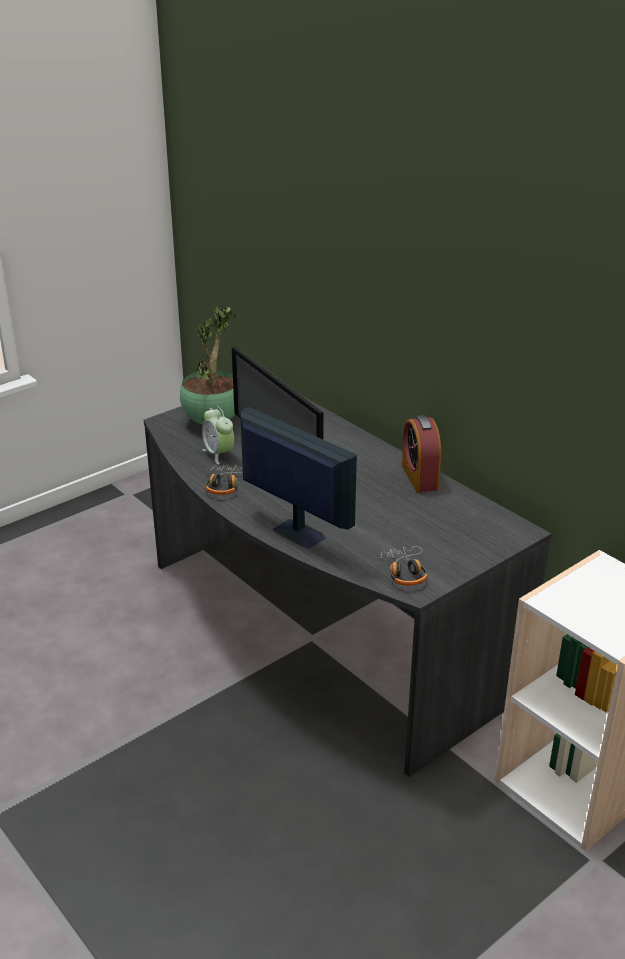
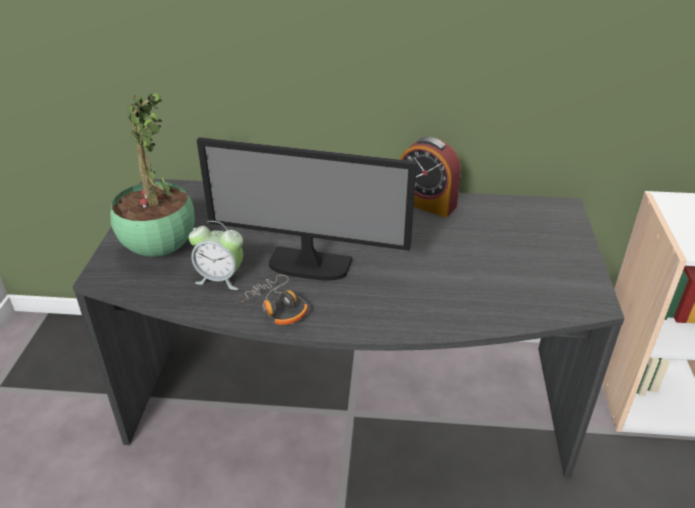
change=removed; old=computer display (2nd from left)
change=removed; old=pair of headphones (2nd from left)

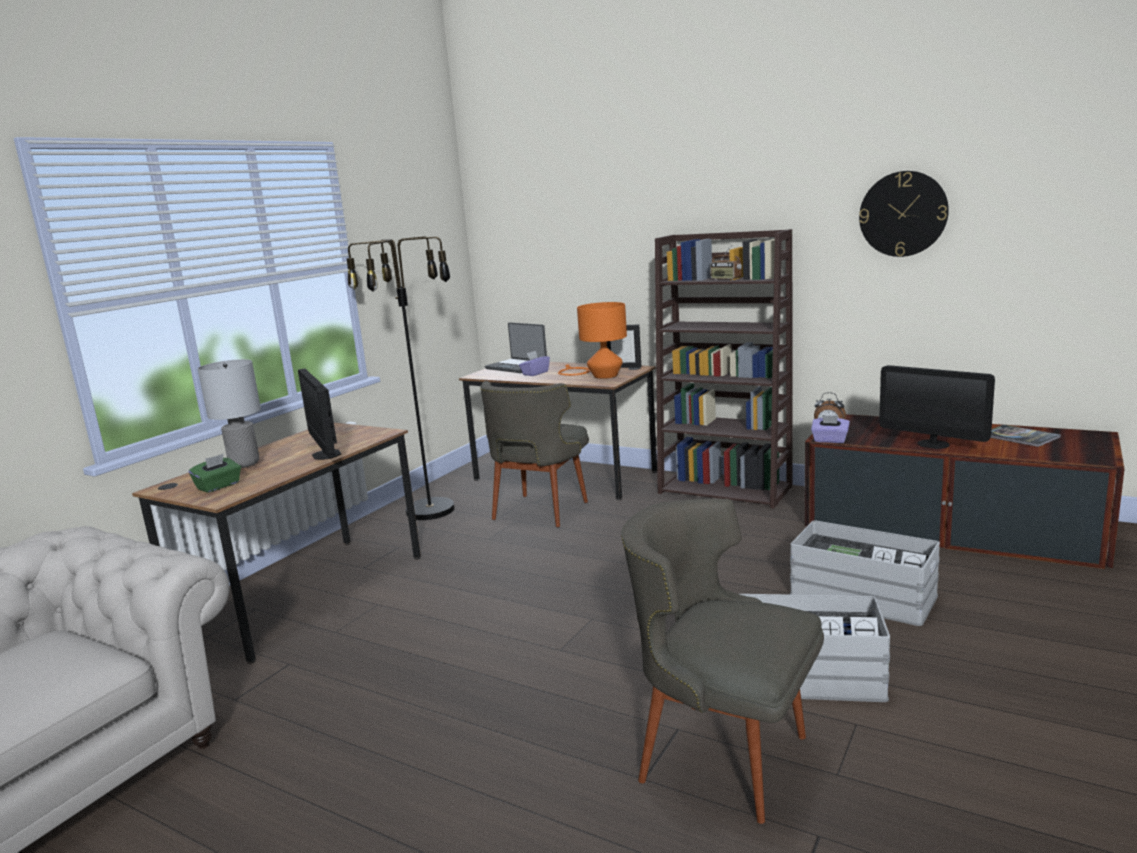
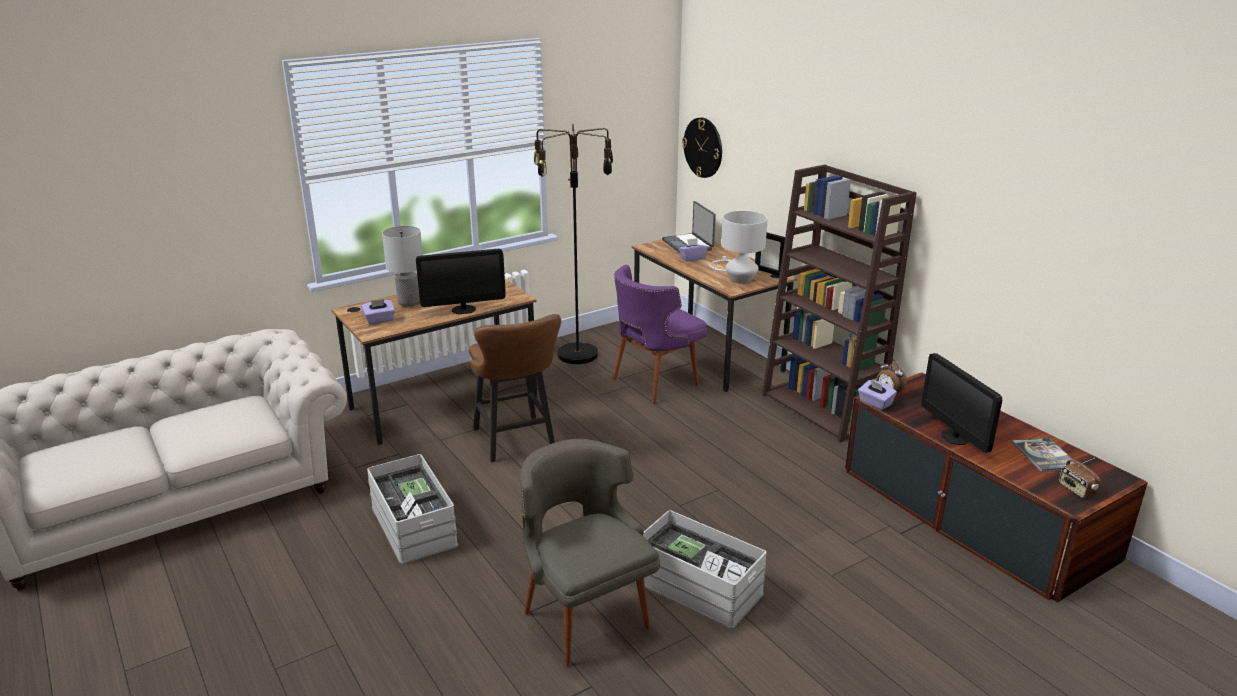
change=recoloured; old=green box of tissues; new=purple-coloured box of tissues (1st from left)
change=moved; old=grey storage bin (2nd from left in the first image); new=grey storage bin (1st from left)
change=turned; old=computer display (1st from left); degrees=-105
change=added; new=brown-coloured sitting stool
change=recoloured; old=grey upright chair (1st from left); new=purple-coloured upright chair
change=moved; old=clock on the wall
change=recoloured; old=orange-coloured tabletop lamp; new=grey tabletop lamp (2nd from left)
change=moved; old=radio receiver

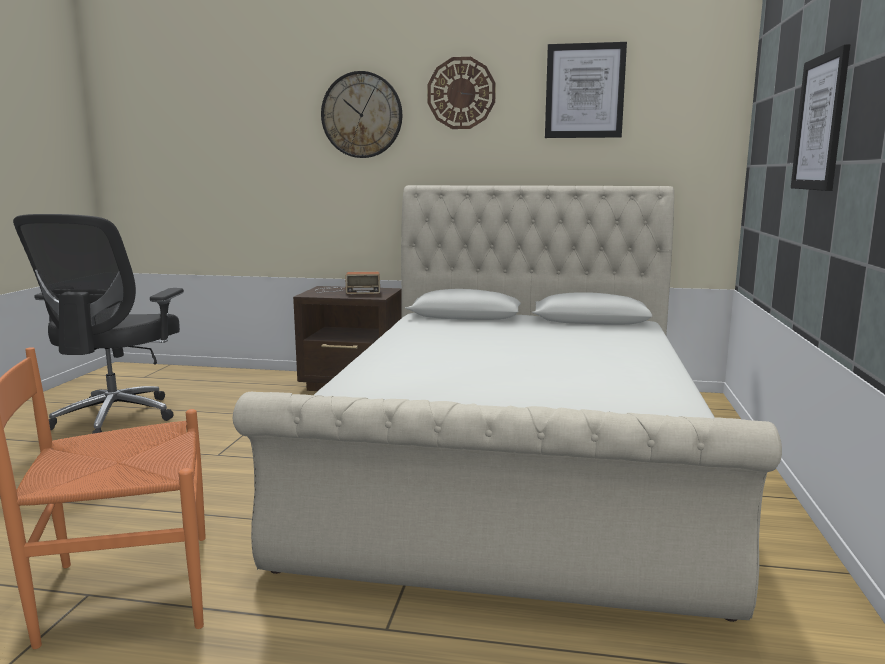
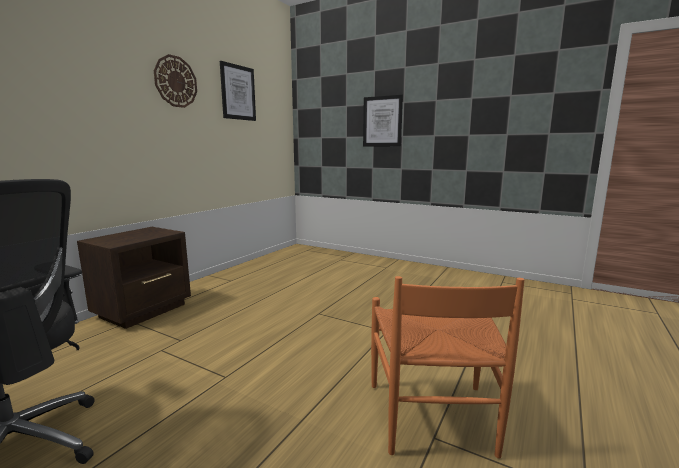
change=removed; old=beige-coloured bedroom bed
change=removed; old=radio receiver
change=removed; old=clock on the wall (1st from left)

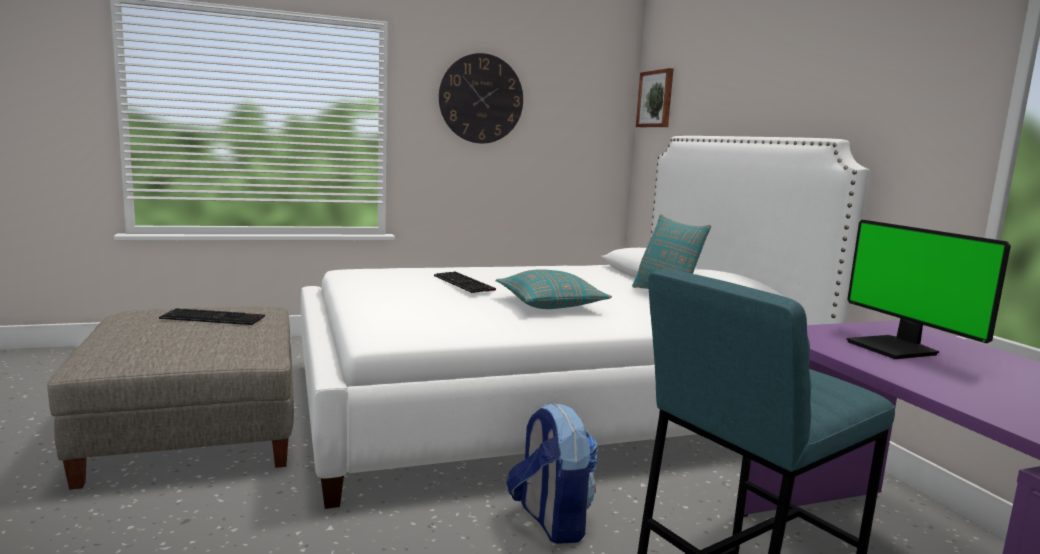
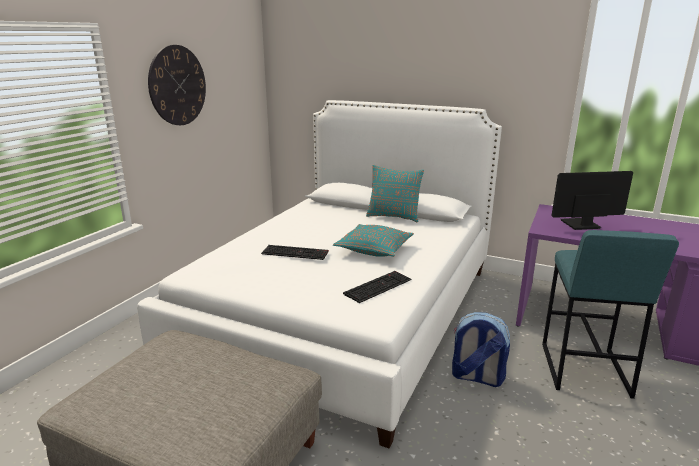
change=moved; old=computer keyboard (1st from left in the first image); new=computer keyboard (2nd from left)
change=turned; old=computer display; degrees=150
change=removed; old=picture

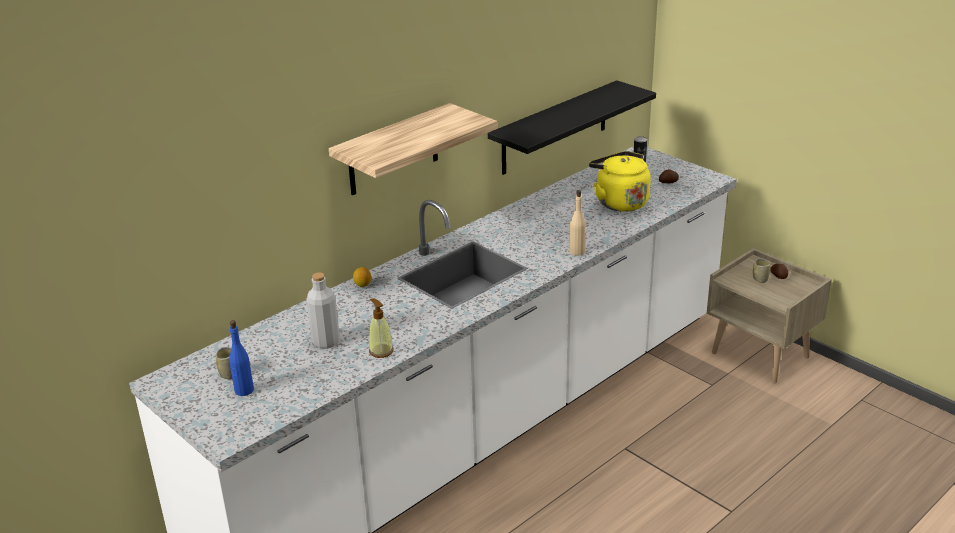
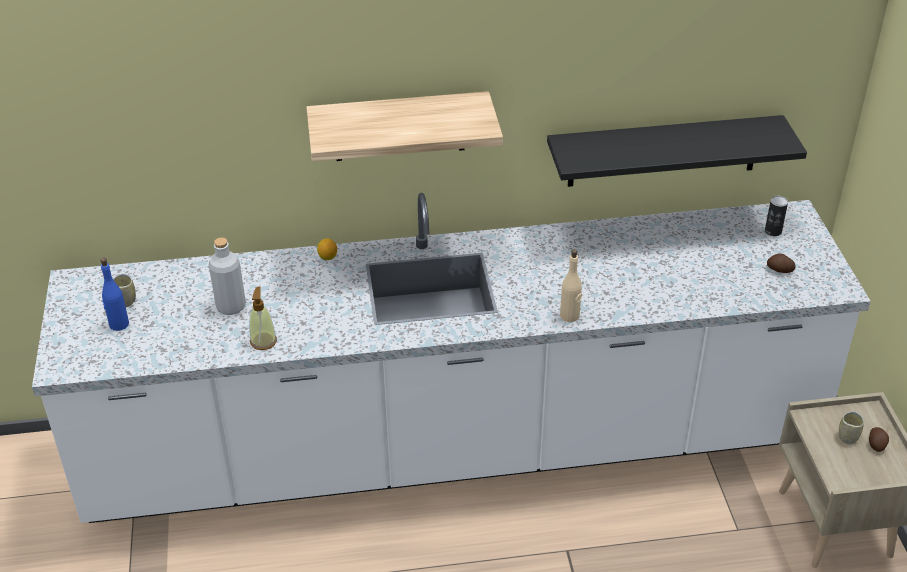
change=removed; old=yellow kettle

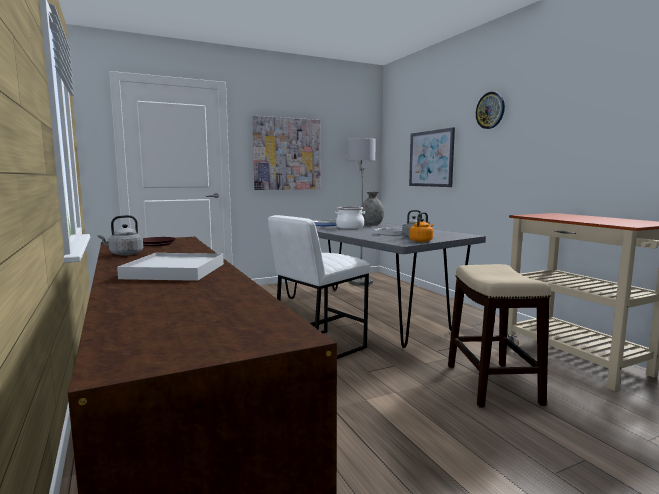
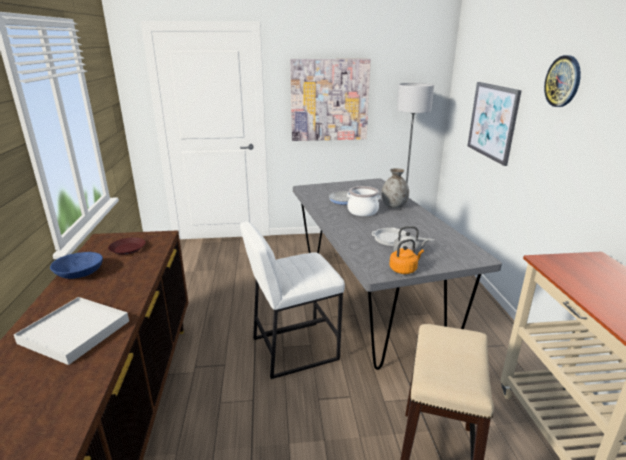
change=replaced; old=grey kettle (1st from left); new=blue serving bowl

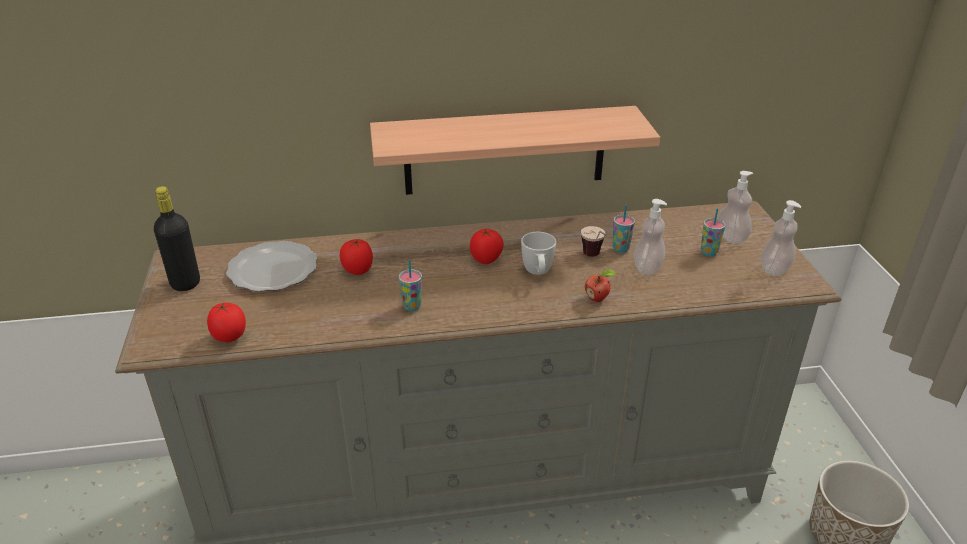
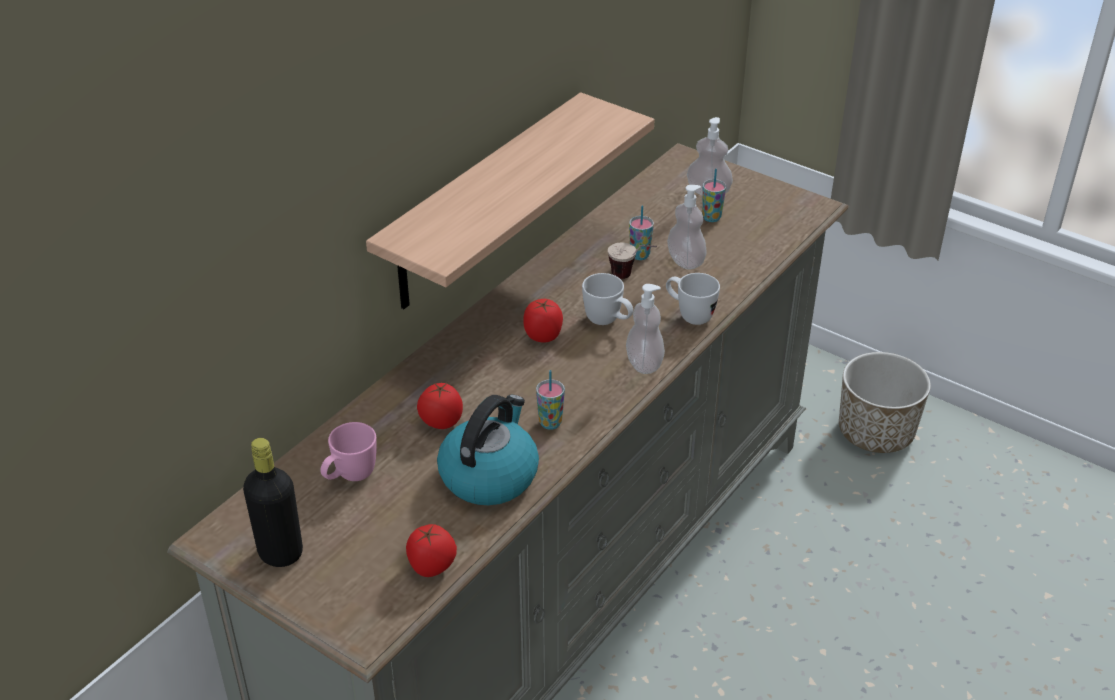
change=replaced; old=dinner plate; new=pink tea mug
change=added; new=kettle
change=moved; old=soap dispenser (3rd from left in the first image); new=soap dispenser (1st from left)
change=replaced; old=apple fruit; new=white-coloured tea mug (2nd from left)

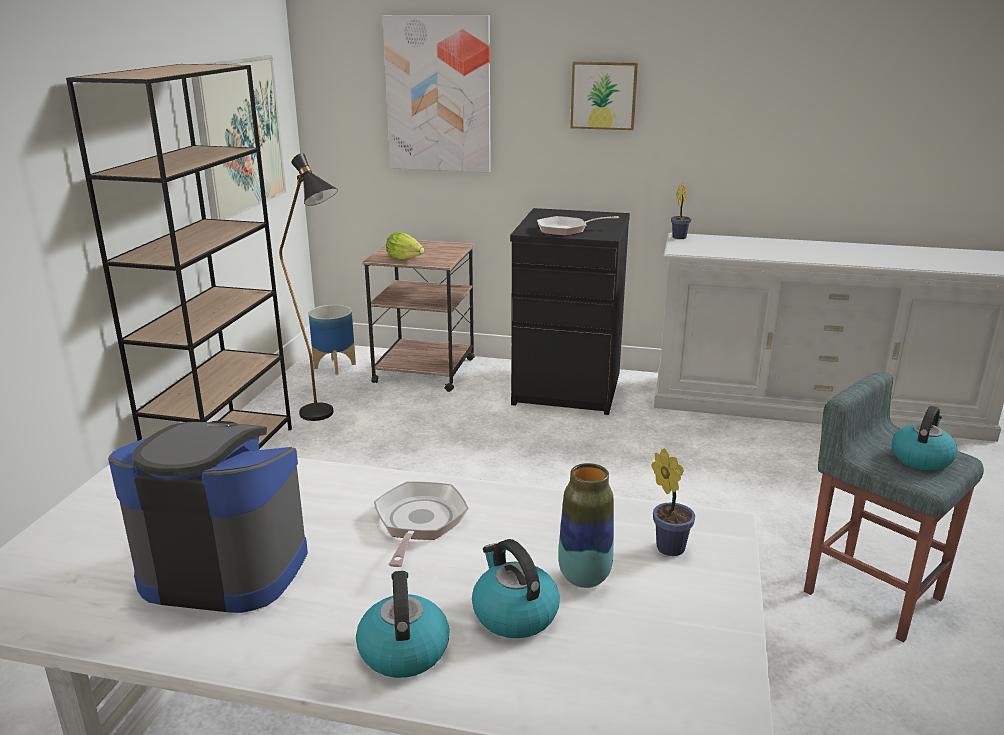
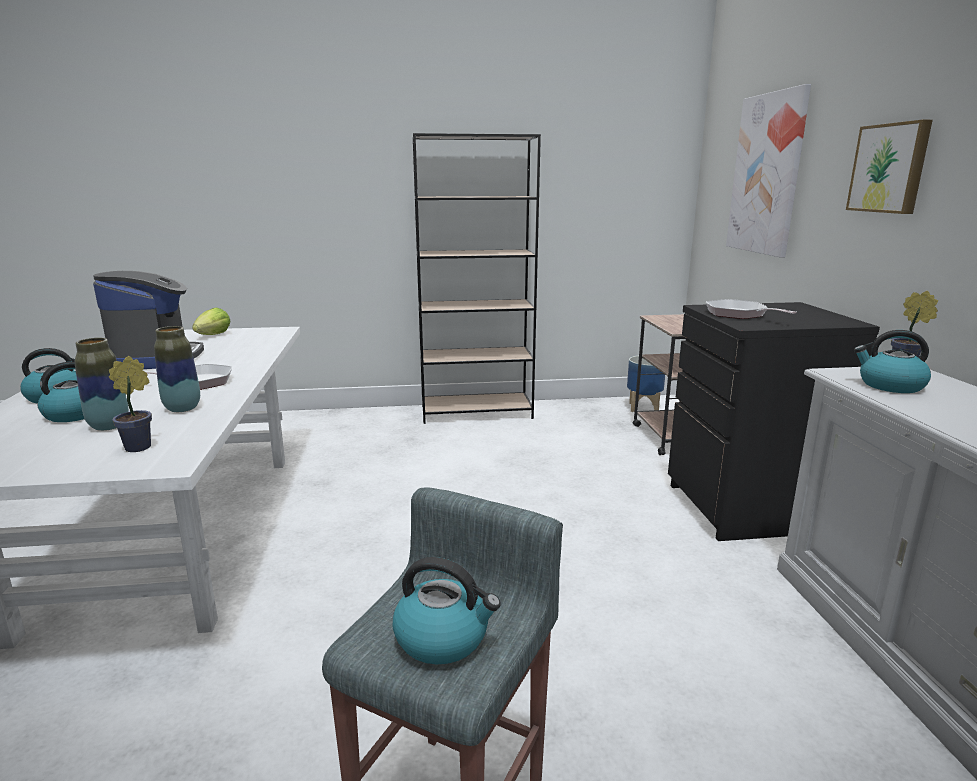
change=added; new=vase (2nd from left)
change=moved; old=lettuce
change=added; new=kettle (4th from left)
change=removed; old=picture (1st from left)
change=removed; old=black floor lamp

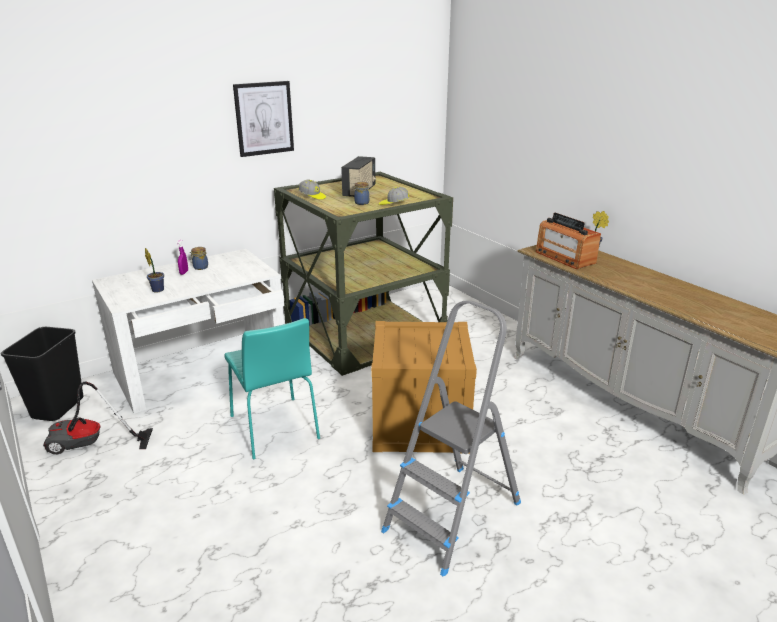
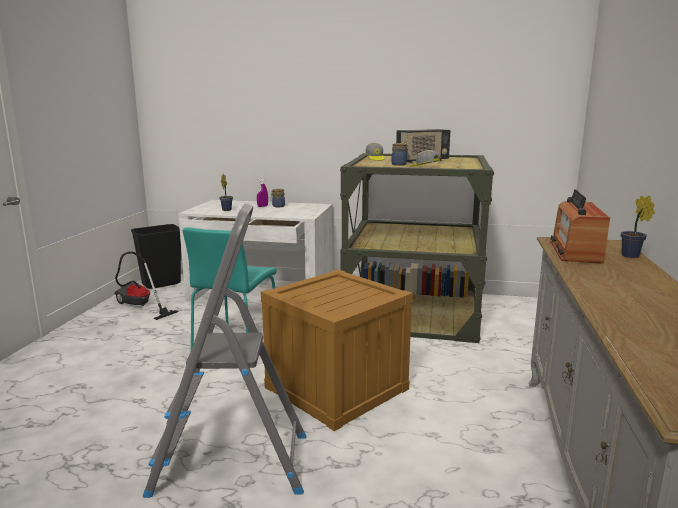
change=removed; old=picture

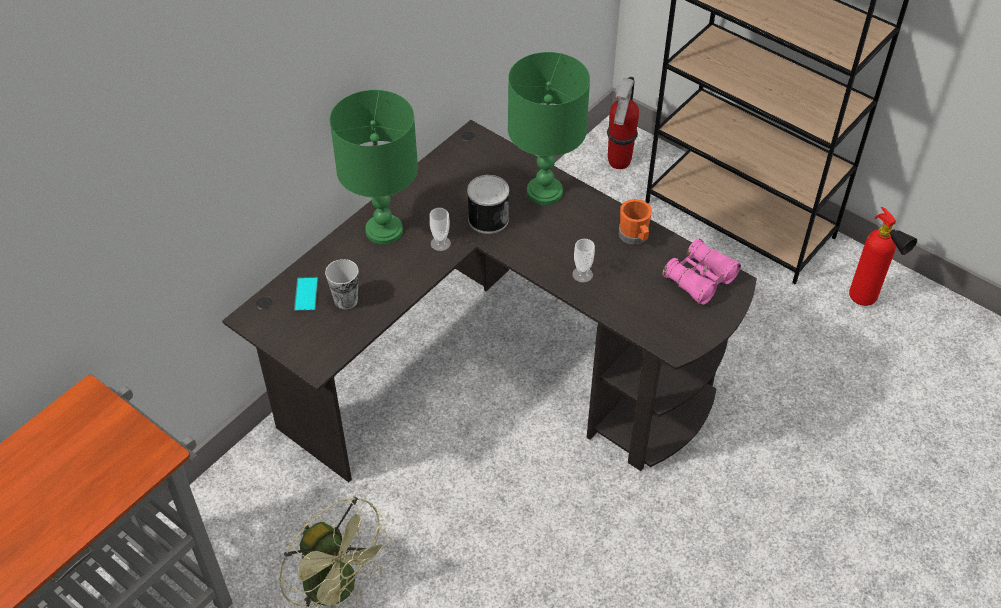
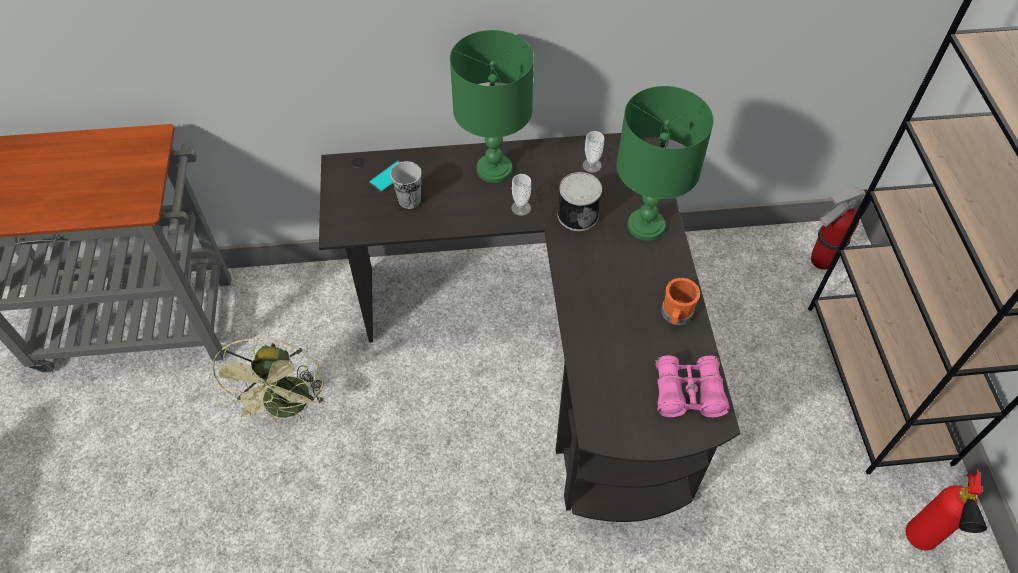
change=moved; old=cup (3rd from left)

